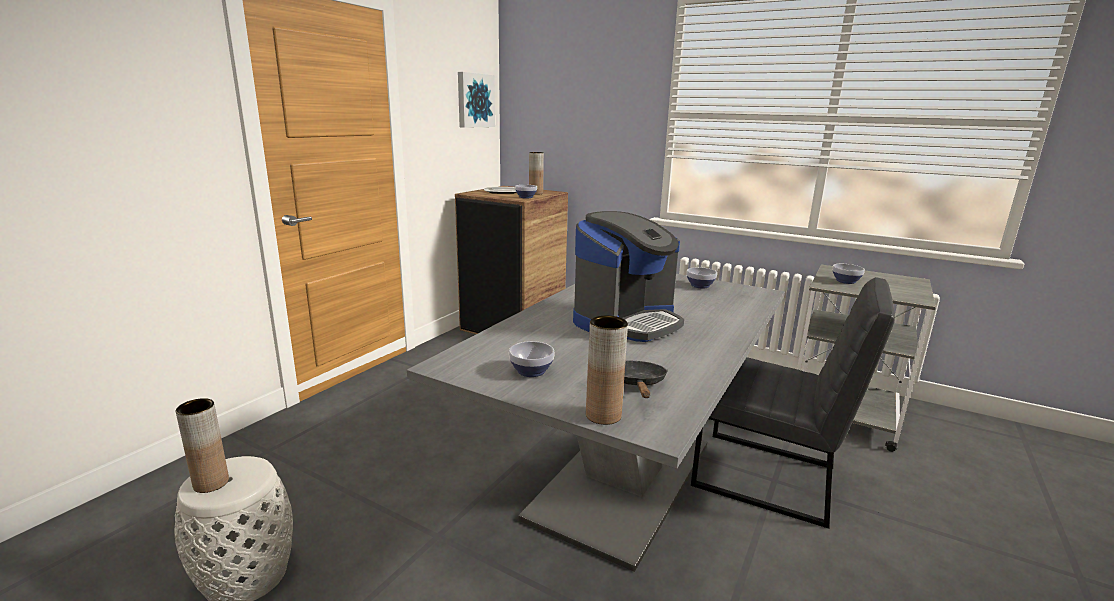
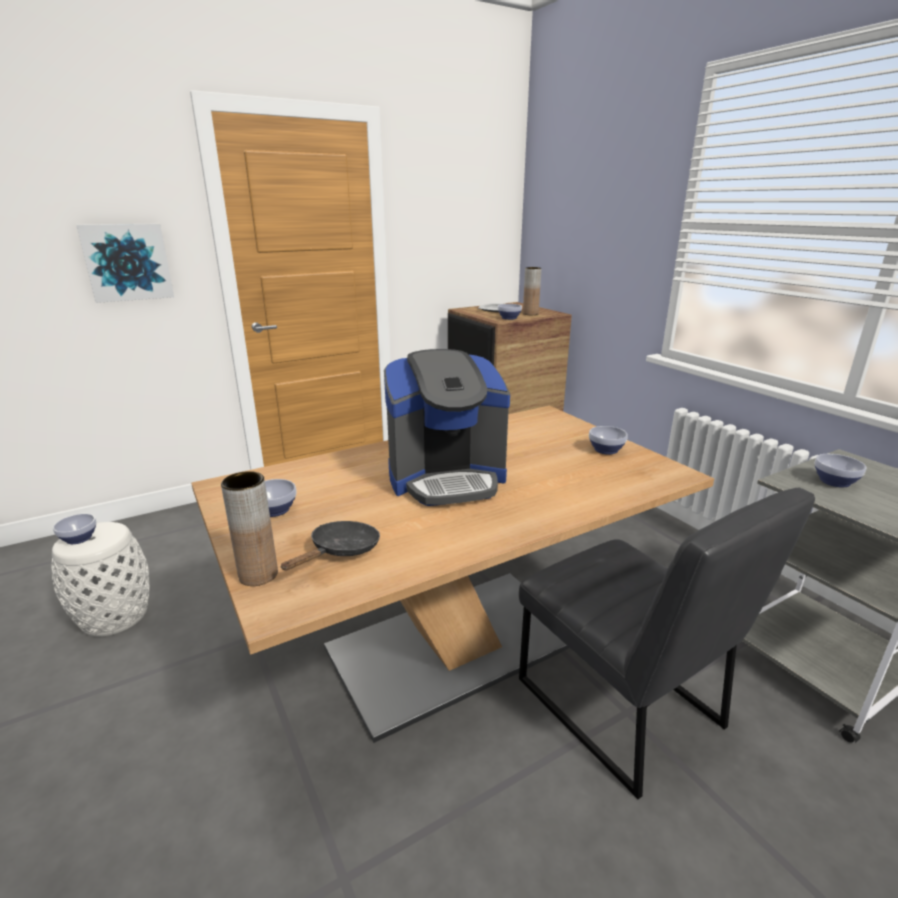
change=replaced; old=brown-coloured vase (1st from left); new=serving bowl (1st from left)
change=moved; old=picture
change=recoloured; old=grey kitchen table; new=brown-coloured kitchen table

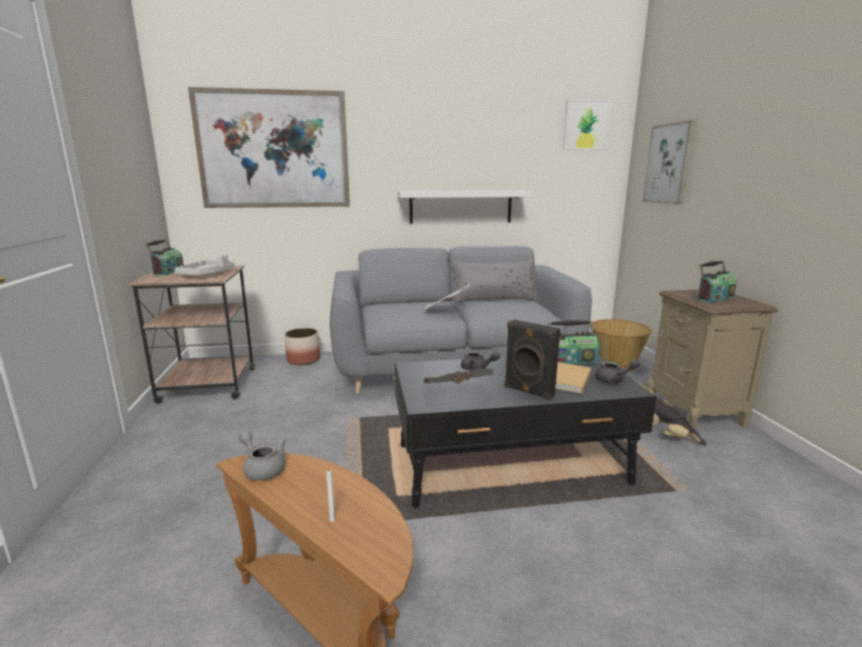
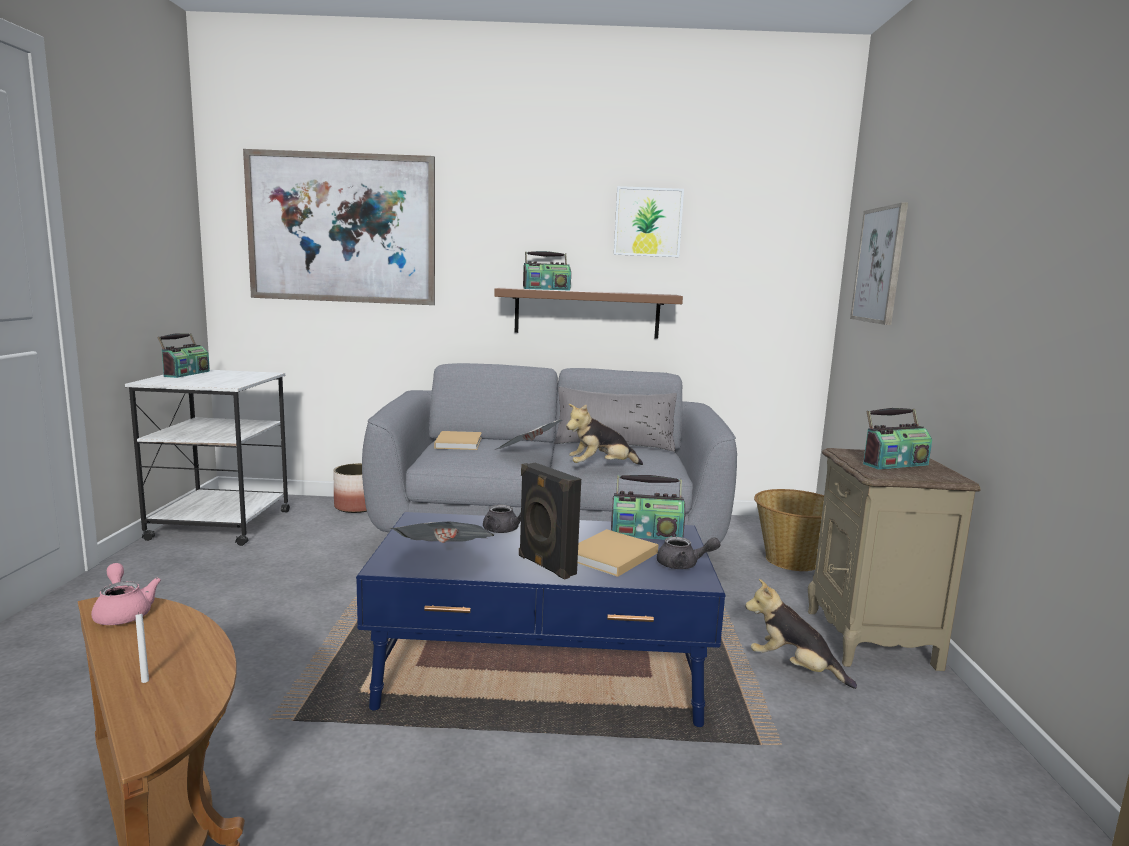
change=recoloured; old=grey tea pot (1st from left); new=pink tea pot
change=recoloured; old=brown-coloured trolley; new=white-coloured trolley
change=recoloured; old=black lounge table; new=blue lounge table
change=added; new=beige-coloured bound book (1st from left)
change=recoloured; old=white-coloured shelf; new=brown-coloured shelf
change=added; new=radio receiver (2nd from left)
change=added; new=cuddly toy (1st from left)
change=moved; old=picture (2nd from left)
change=removed; old=grey serving tray

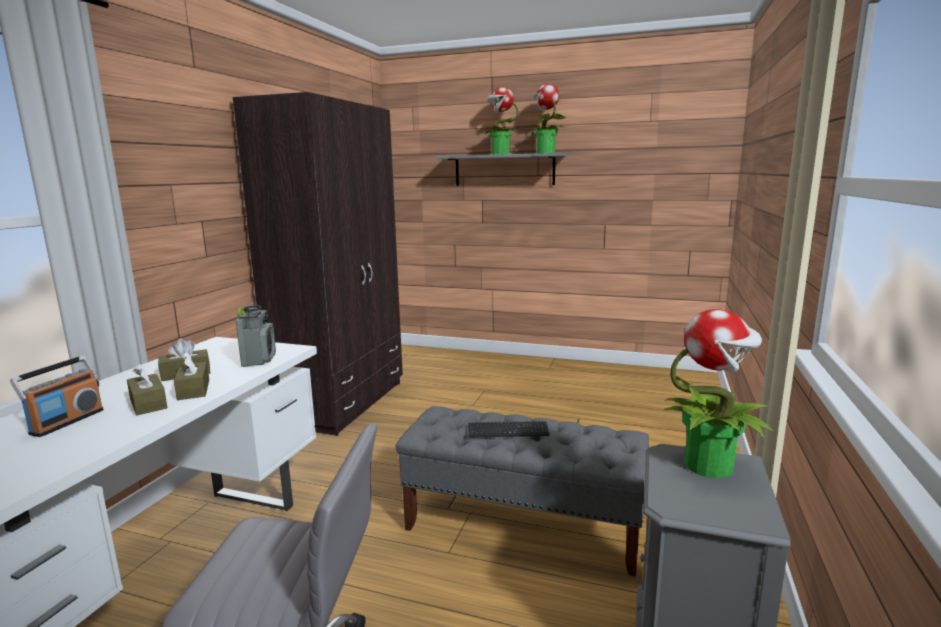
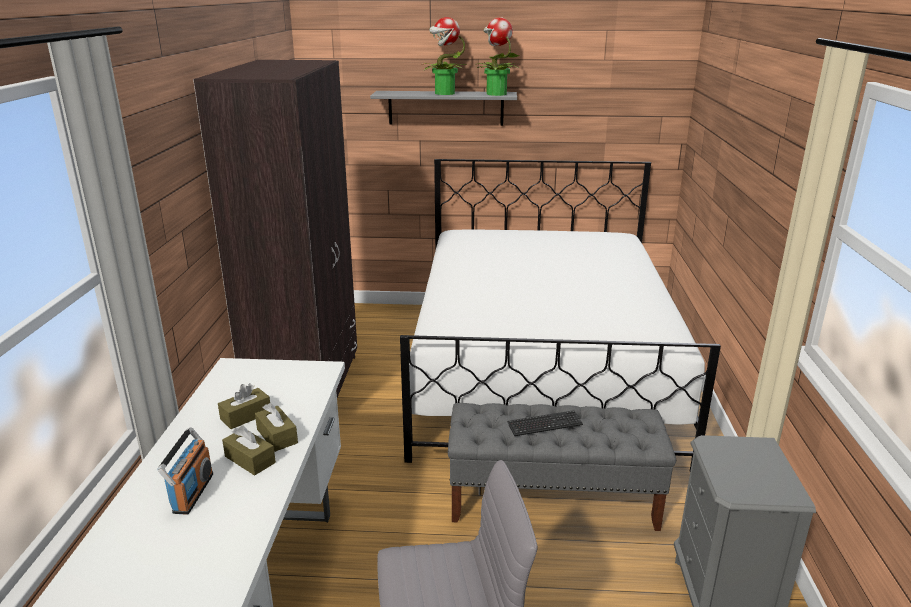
change=added; new=white-coloured bedroom bed
change=removed; old=radio receiver (2nd from left)
change=removed; old=plant in a pot (3rd from left)

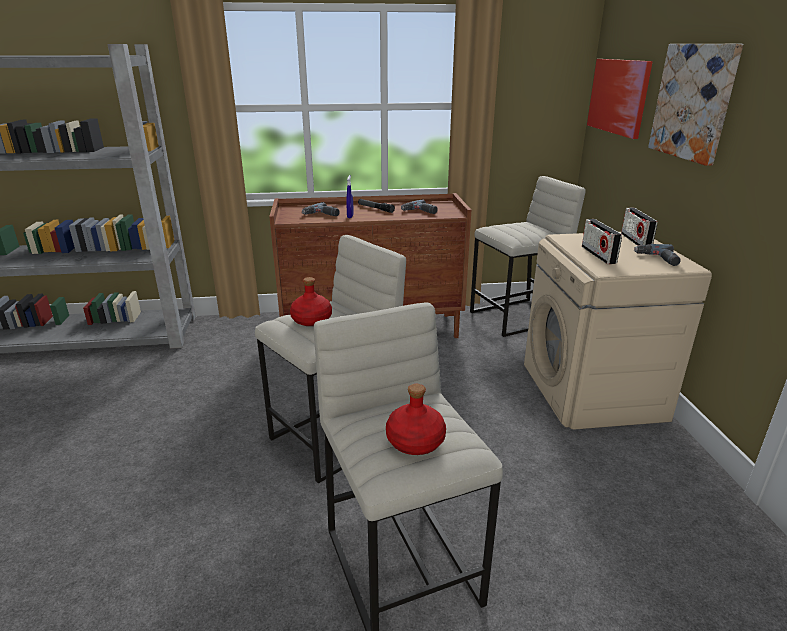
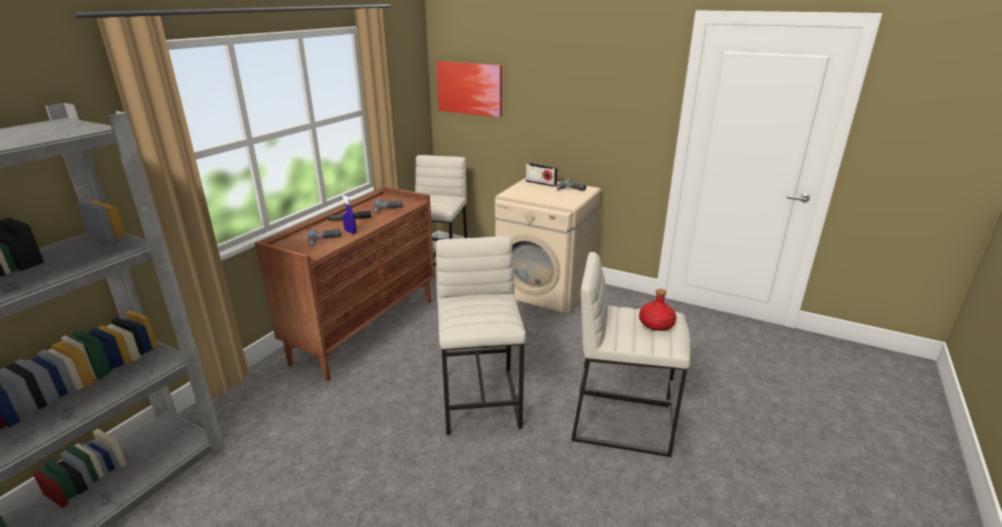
change=removed; old=red-coloured bottle (1st from left)
change=removed; old=radio receiver (1st from left)
change=removed; old=picture (2nd from left)

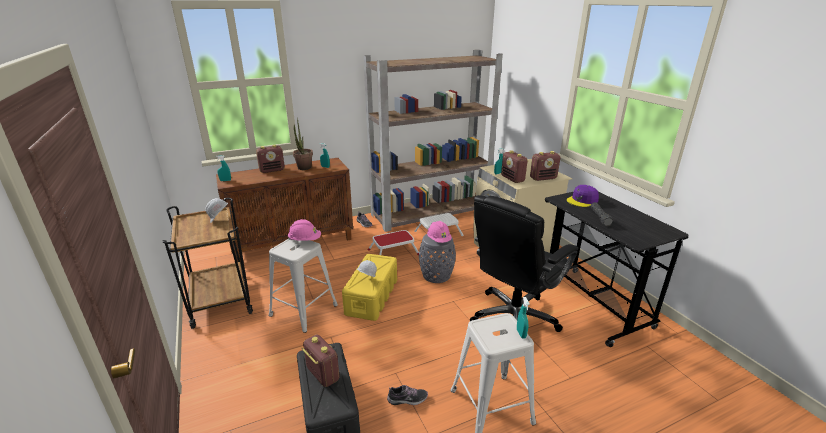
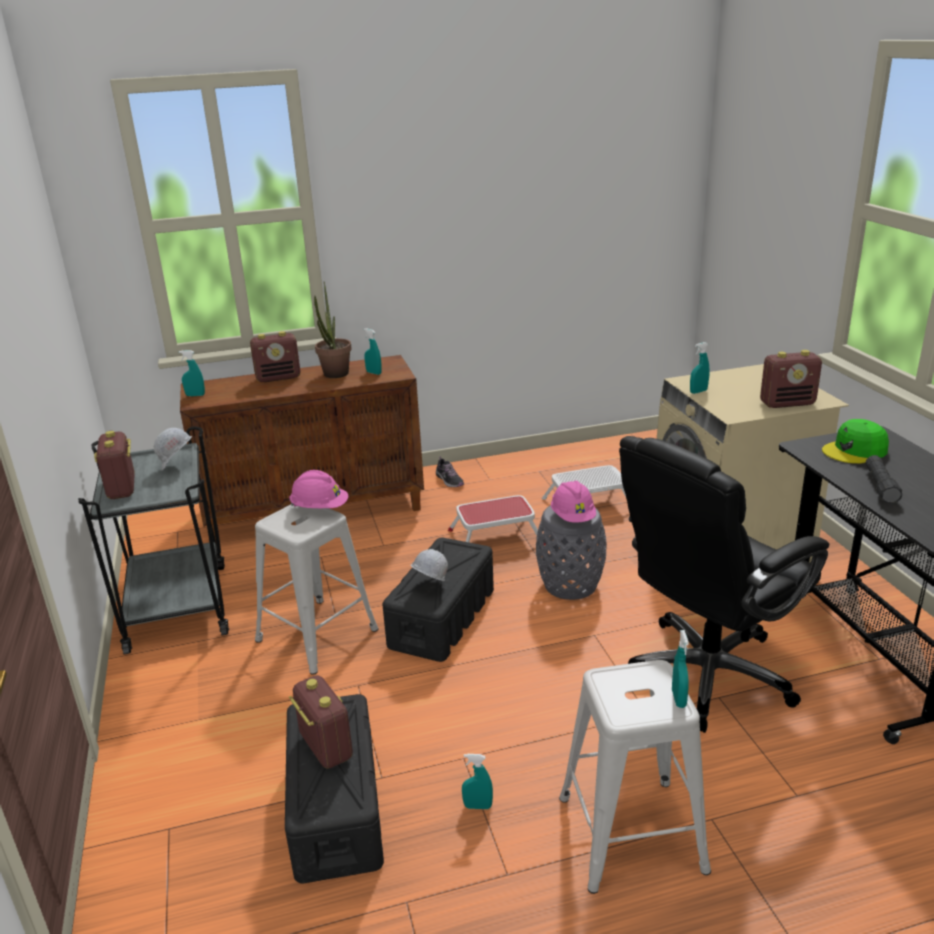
change=recoloured; old=brown-coloured trolley; new=grey trolley
change=moved; old=radio receiver (3rd from left in the first image); new=radio receiver (1st from left)
change=recoloured; old=yellow storage bin; new=black storage bin (2nd from left)
change=replaced; old=low shoe (2nd from left); new=turquoise-coloured spray bottle (3rd from left)
change=recoloured; old=purple-coloured baseball cap; new=green baseball cap
change=removed; old=brown-coloured shelving unit

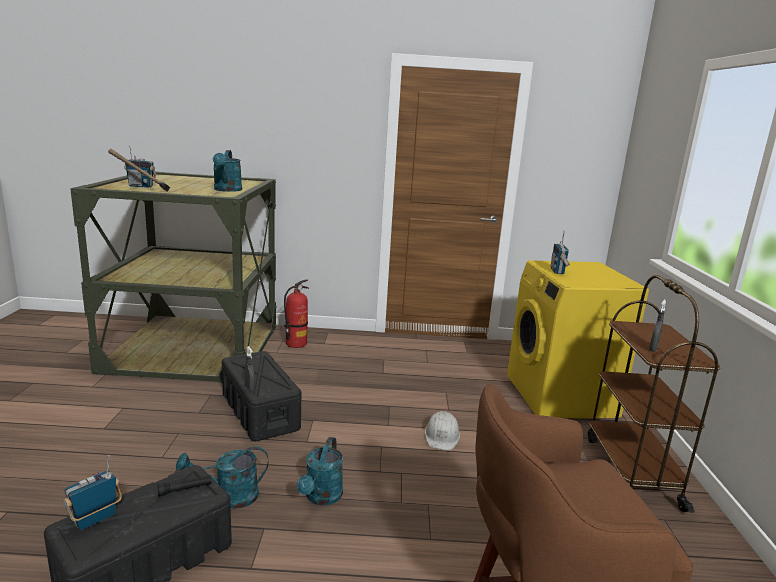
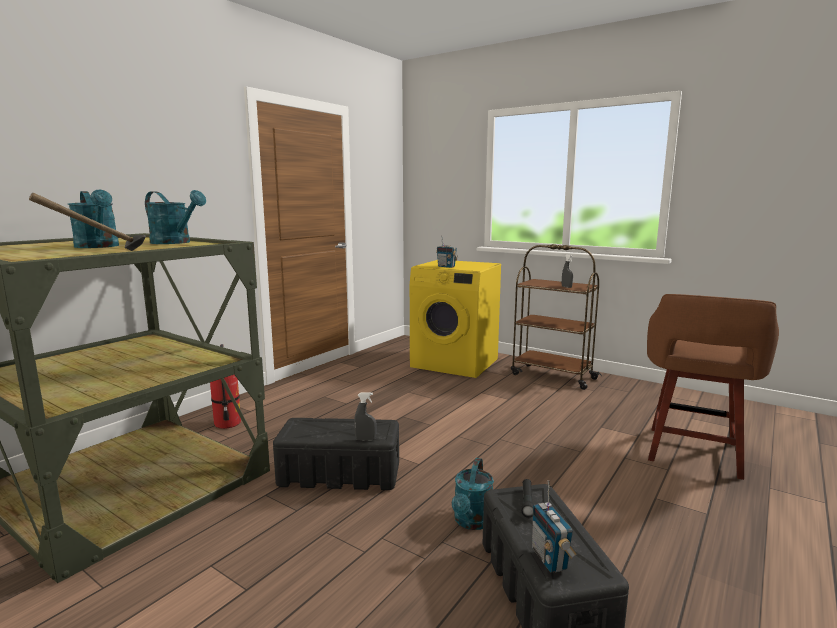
change=moved; old=turquoise-coloured watering can (3rd from left in the first image); new=turquoise-coloured watering can (1st from left)
change=removed; old=radio receiver (2nd from left)
change=removed; old=white-coloured work helmet

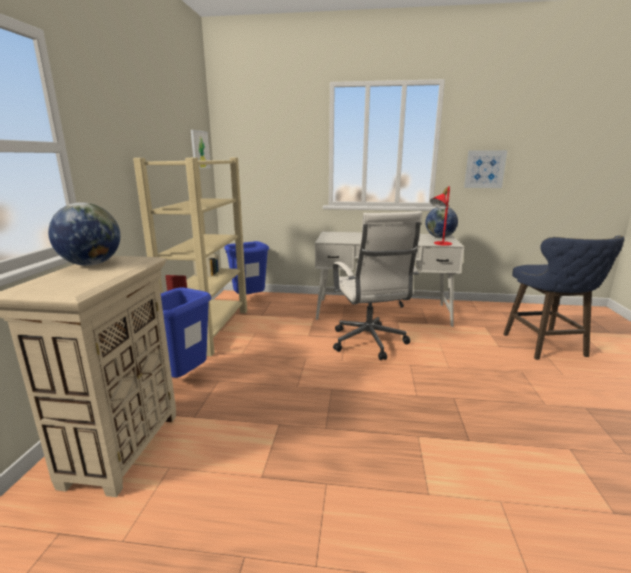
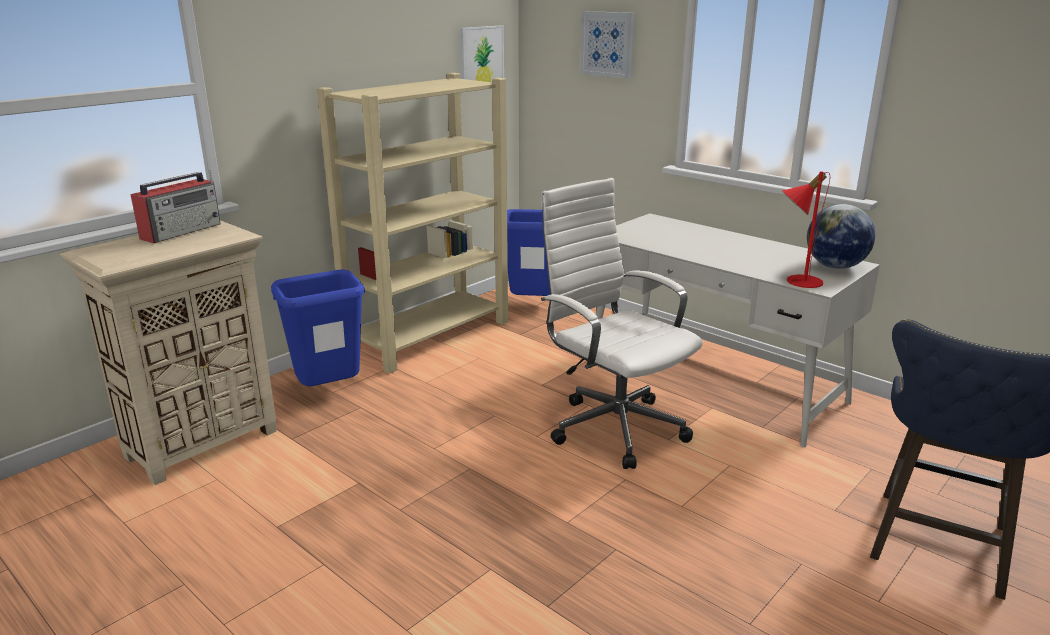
change=replaced; old=world globe (1st from left); new=radio receiver
change=turned; old=white-coloured computer chair; degrees=120
change=moved; old=picture (2nd from left)

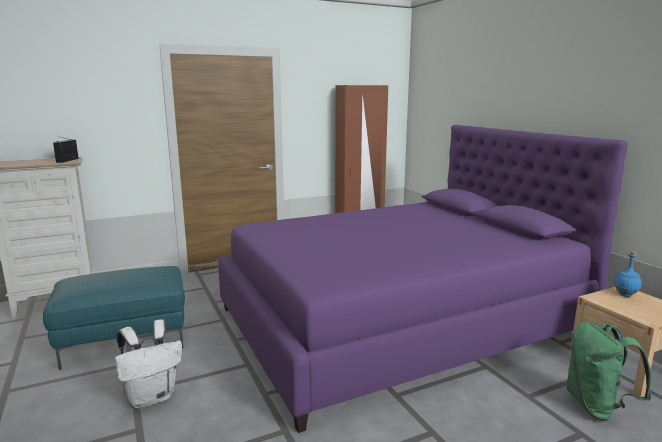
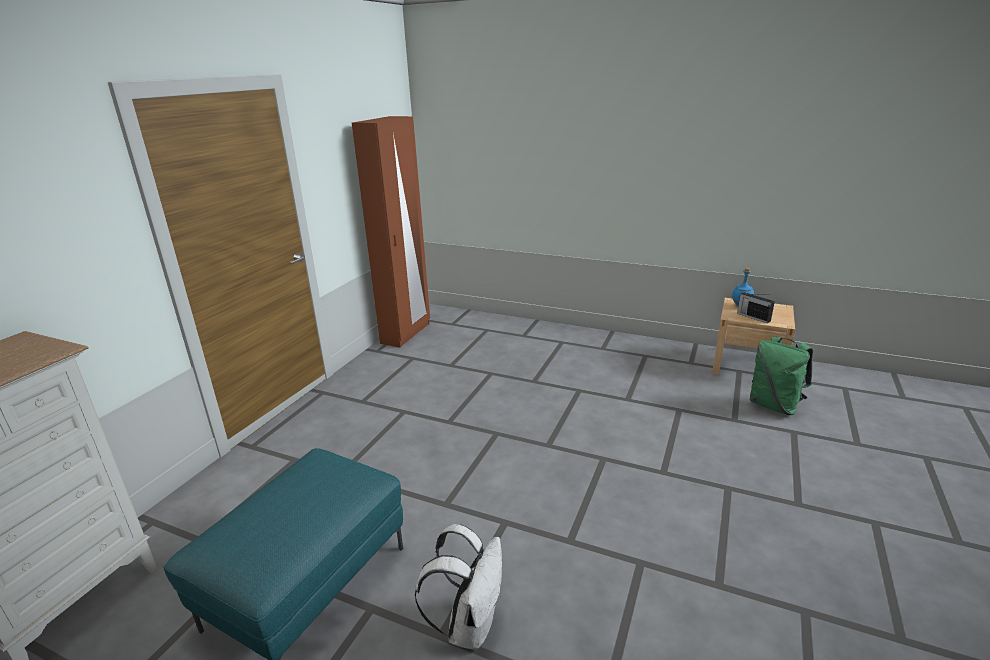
change=moved; old=radio receiver
change=removed; old=purple-coloured bedroom bed

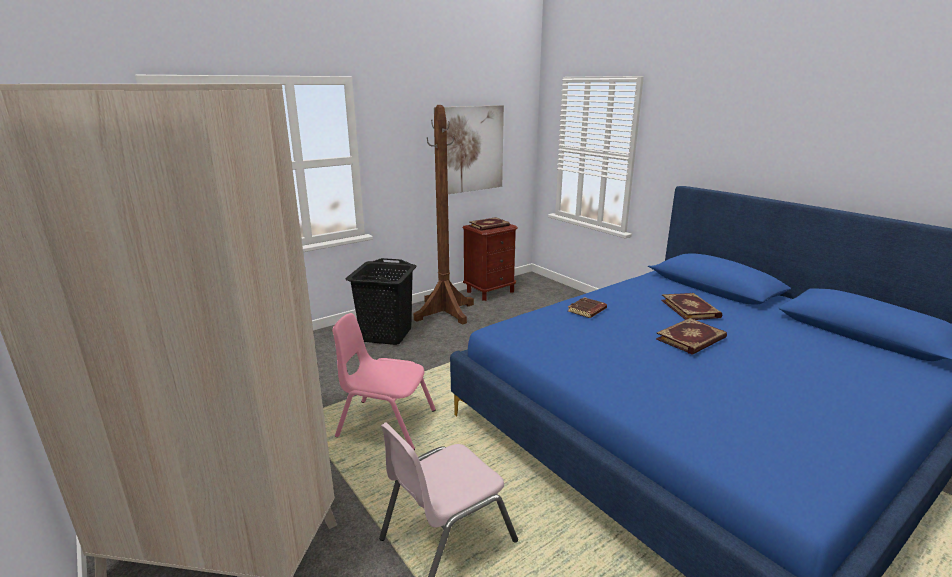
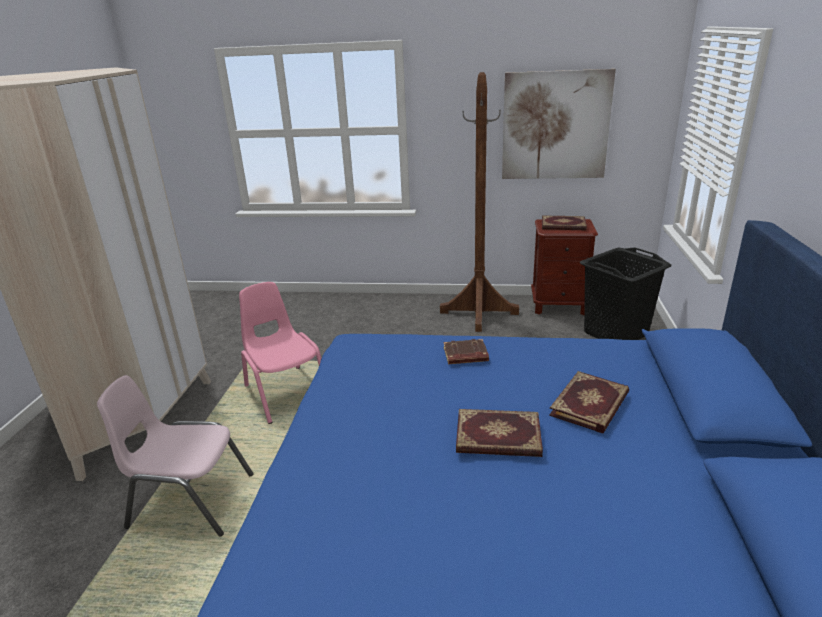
change=moved; old=black laundry basket

